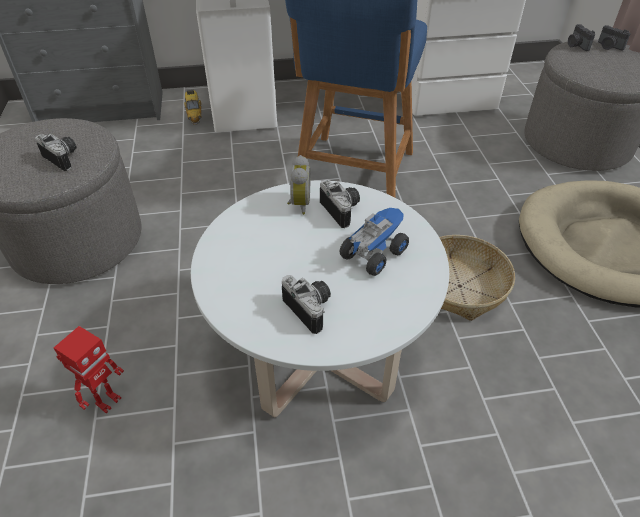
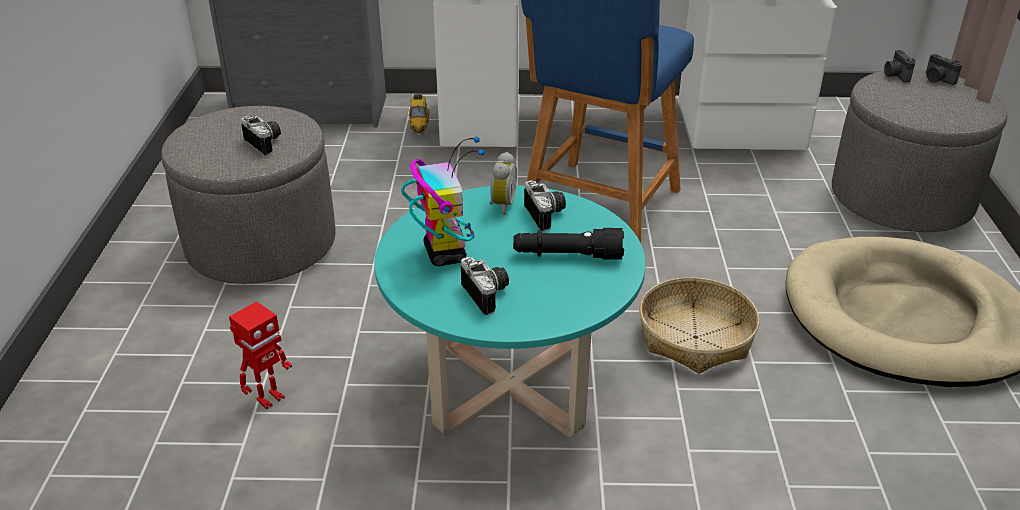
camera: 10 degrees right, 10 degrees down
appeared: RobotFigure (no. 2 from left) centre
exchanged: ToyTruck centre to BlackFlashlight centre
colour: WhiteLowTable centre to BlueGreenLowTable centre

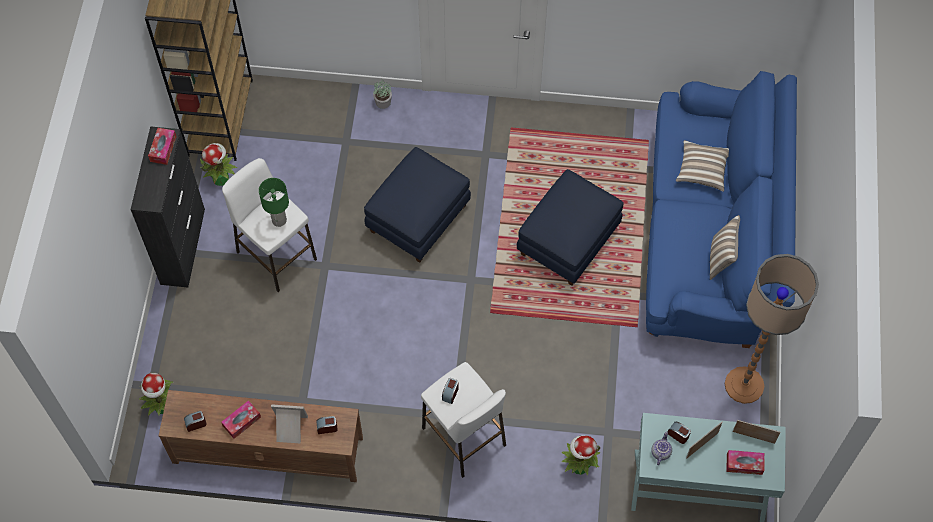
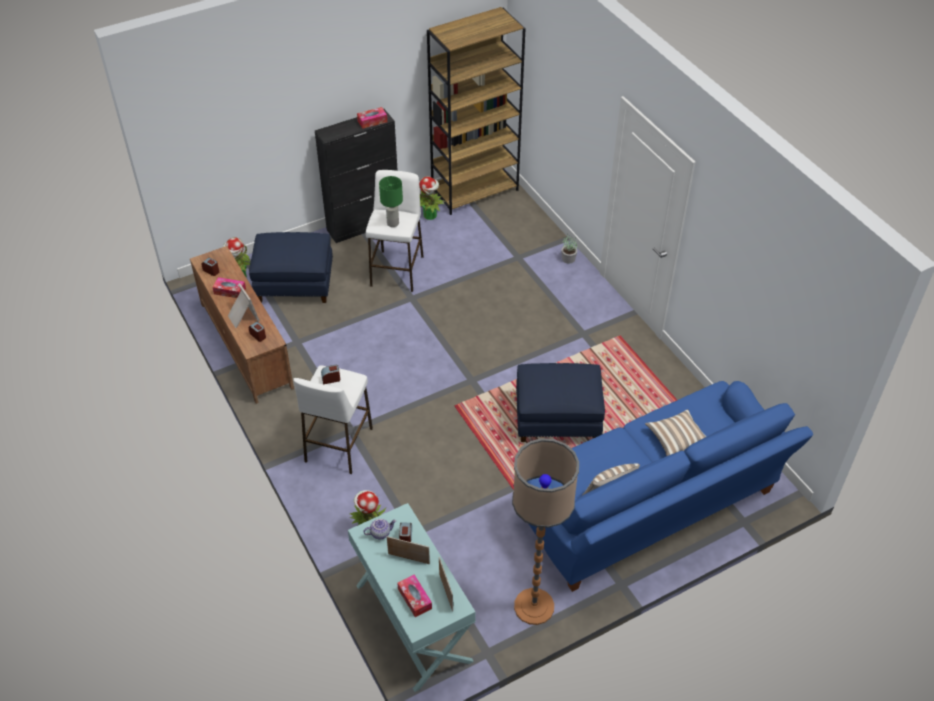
camera: 55 degrees right, 15 degrees down
relocated: BlueOttoman (no. 1 from left) centre to middle left

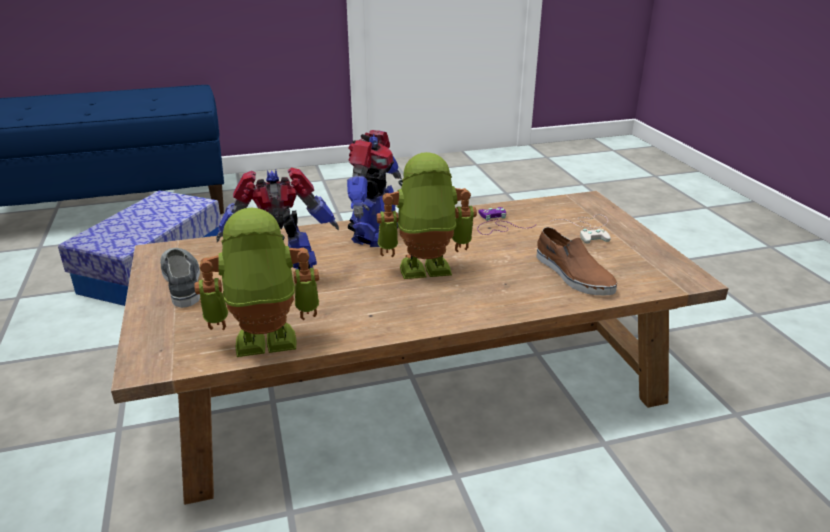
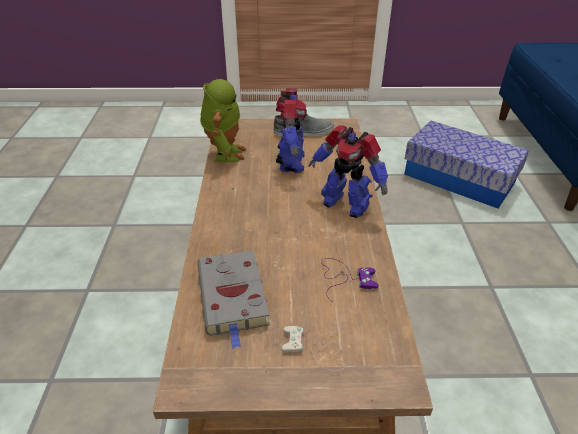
camera: 105 degrees right, 10 degrees up
missing: RobotFigure (no. 4 from left) centre
exchanged: BrownLowShoe middle right to GrayVolume bottom centre

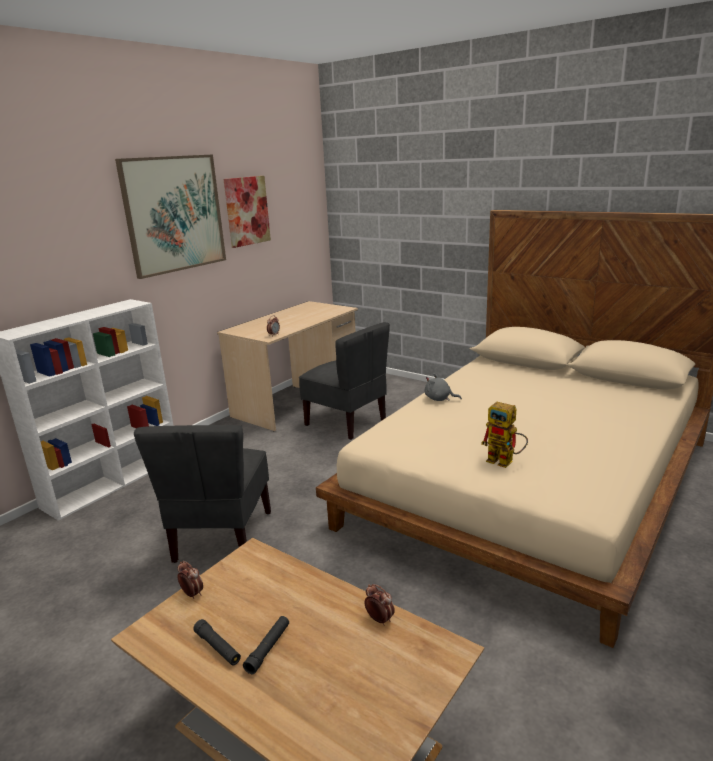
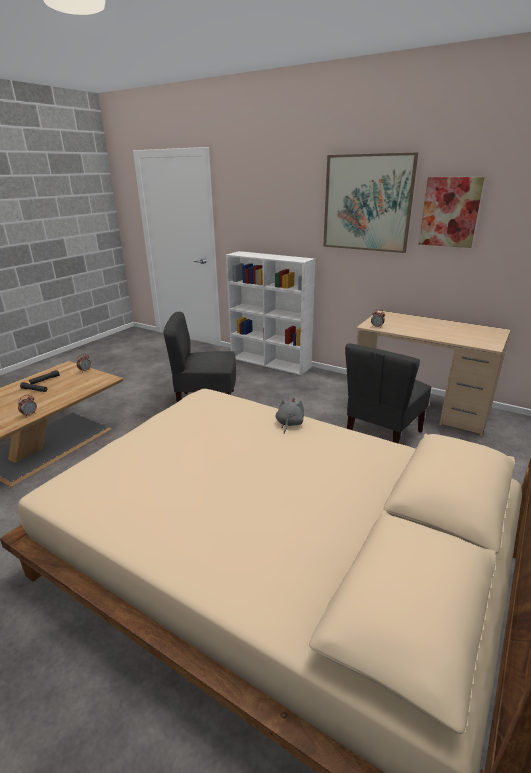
camera: 85 degrees right, 5 degrees up
missing: RobotFigure middle right

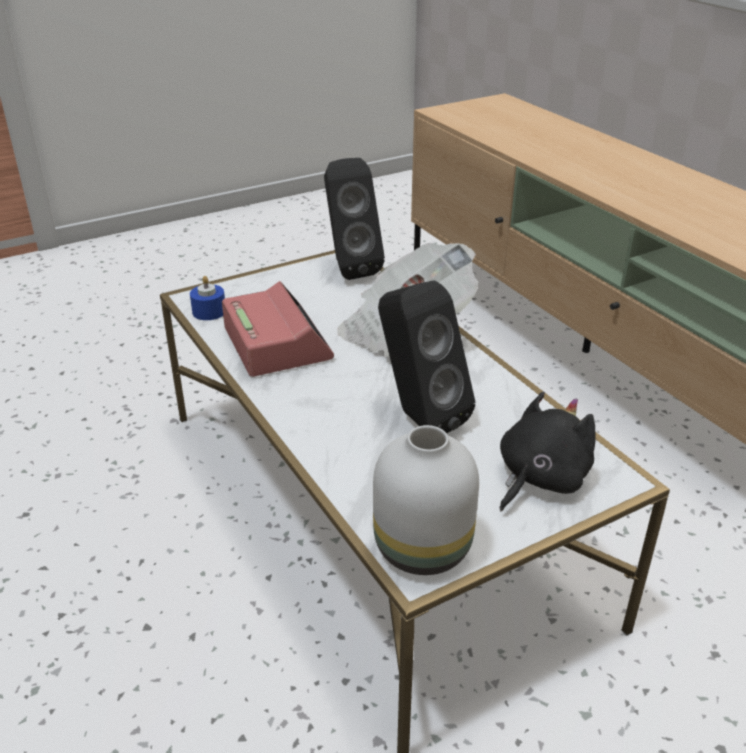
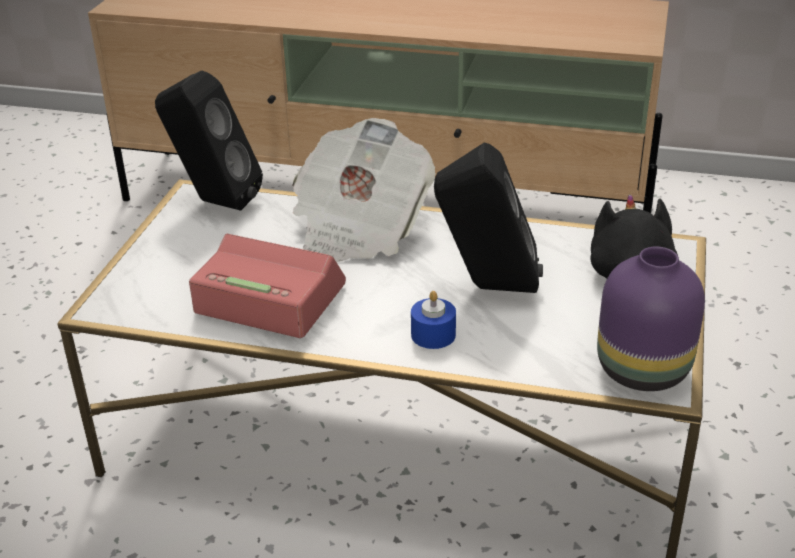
camera: 45 degrees left, 0 degrees up
relocated: BlueCandle middle left to centre
colour: WhiteVase centre to PurplishVase middle right

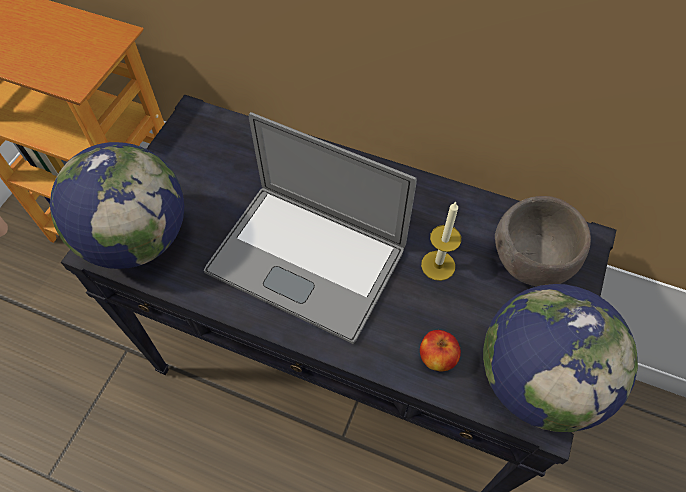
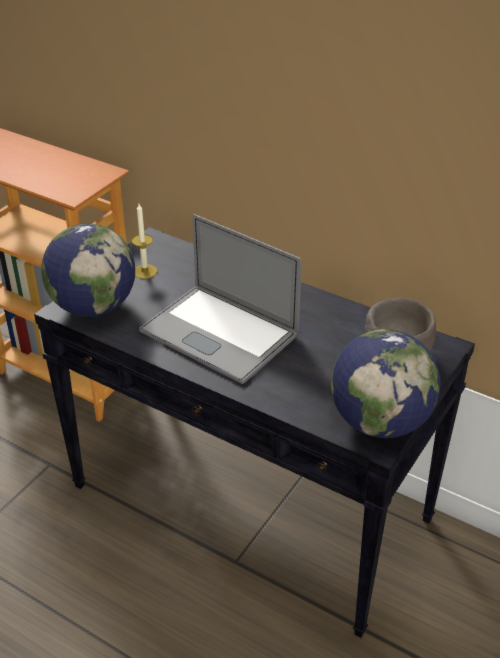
camera: 10 degrees right, 20 degrees down
missing: Apple bottom centre
relocated: Candle centre to middle left

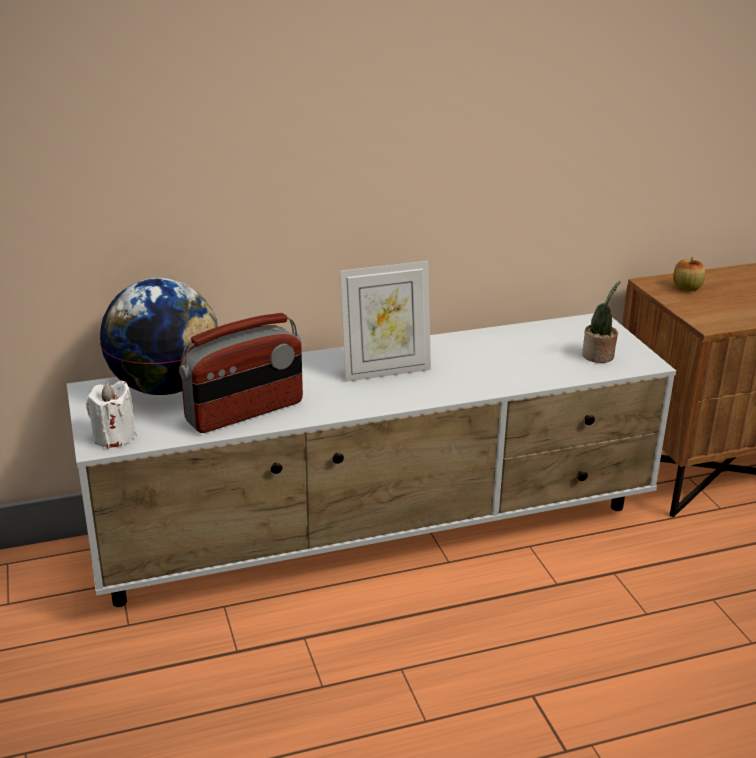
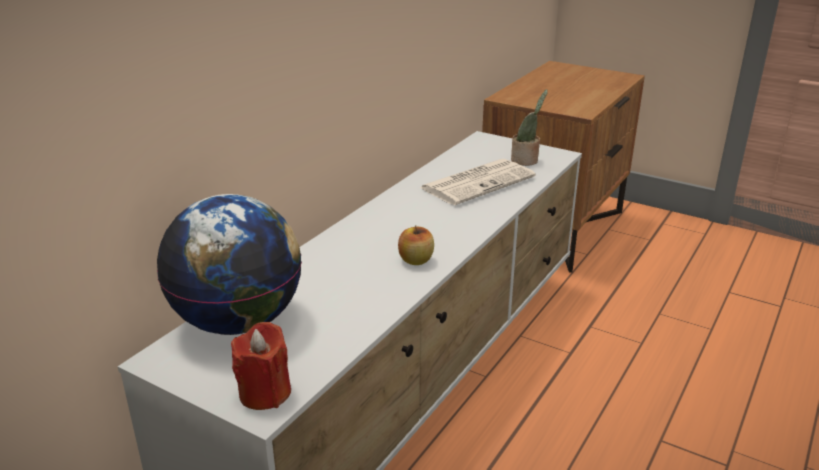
camera: 40 degrees left, 0 degrees up
missing: RadioReceiver middle left; PictureFrame centre
appeared: DailyPaper centre
relocated: Apple middle right to centre
colour: WhiteCandle middle left to RedColouredCandle bottom left

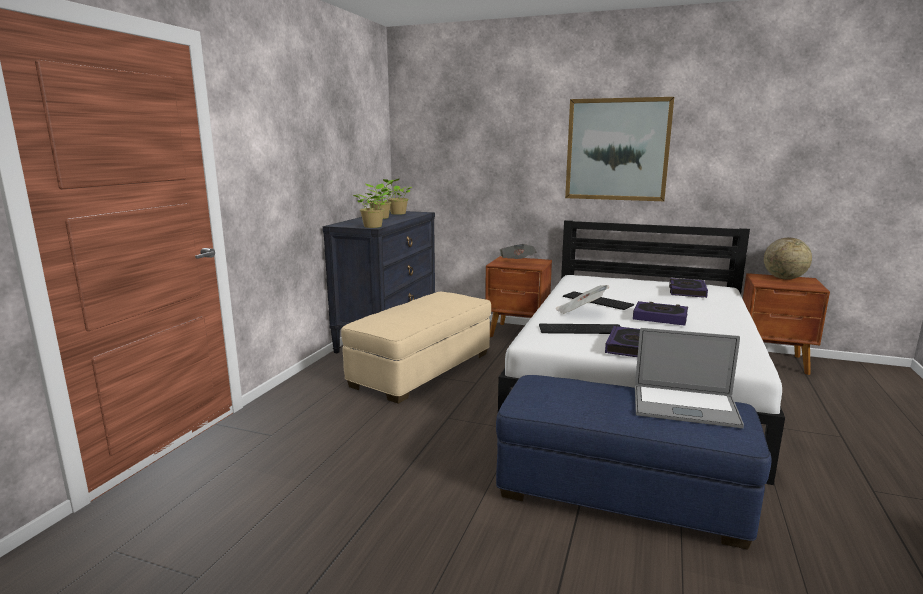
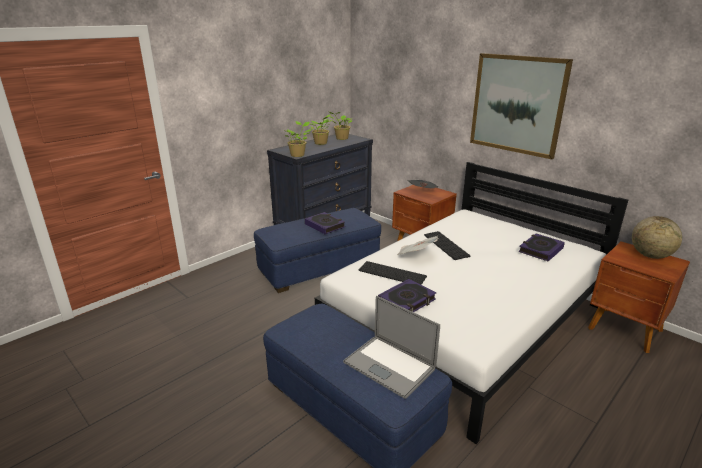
camera: 25 degrees right, 10 degrees up
relocated: Volume (no. 2 from left in the first image) middle right to Volume (no. 1 from left) centre
colour: BeigeOttoman centre to BlueOttoman (no. 1 from left) centre

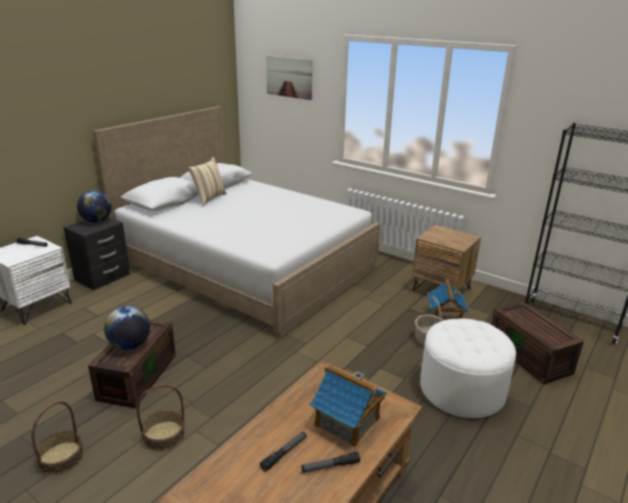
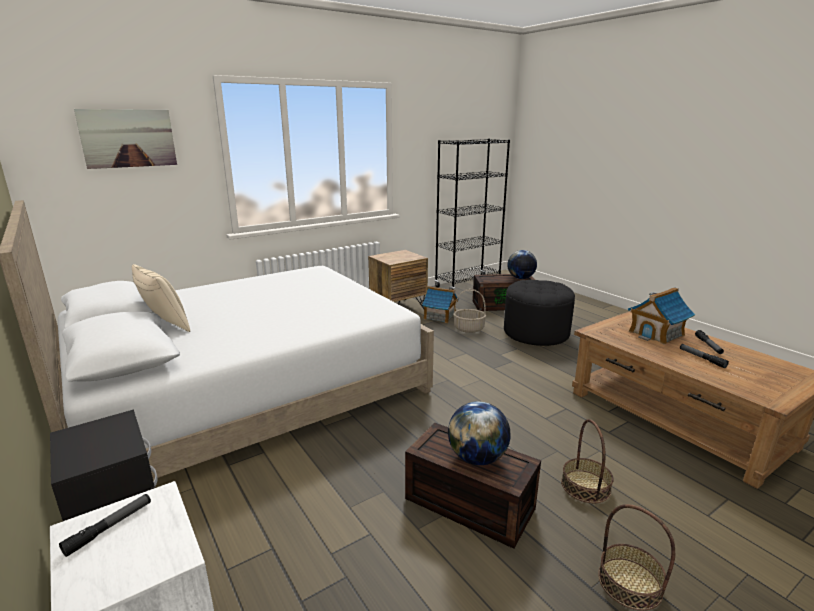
camera: 70 degrees left, 5 degrees down
relocated: WorldGlobe (no. 1 from left in the first image) middle left to WorldGlobe (no. 2 from left) centre
colour: WhiteOttoman bottom right to BlackOttoman centre

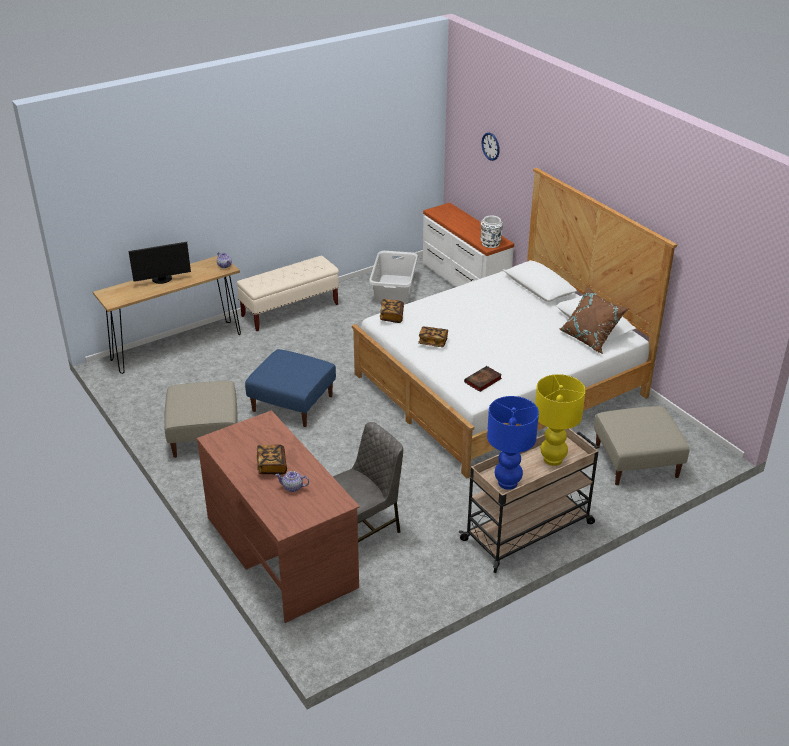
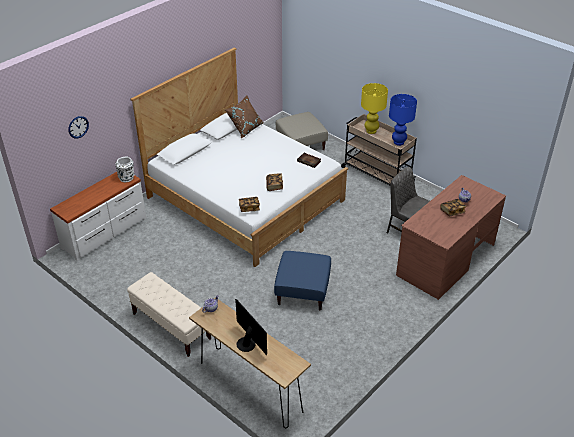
camera: 105 degrees left, 5 degrees up
missing: BeigeOttoman (no. 1 from left) middle left; GrayHamper centre

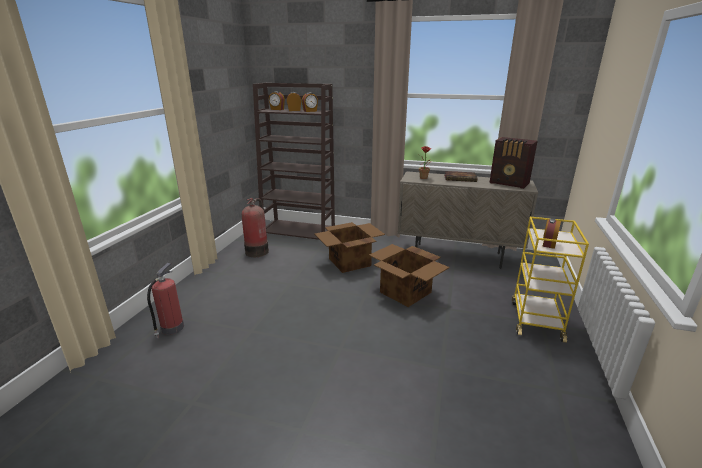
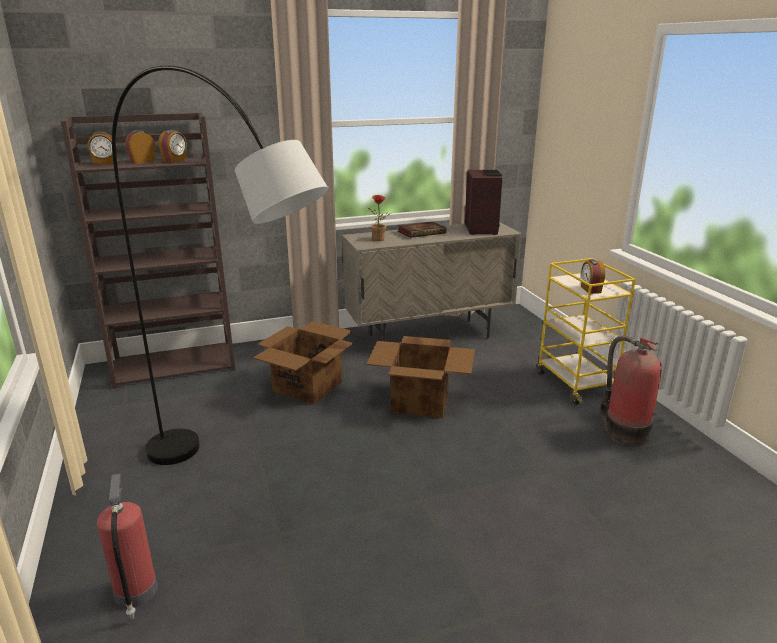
camera: 35 degrees left, 0 degrees up
appeared: GrayStandardLamp middle left
relocated: FireExtinguisher (no. 2 from left) centre to middle right
spun: RadioReceiver middle right = top centre 90 degrees counterclockwise

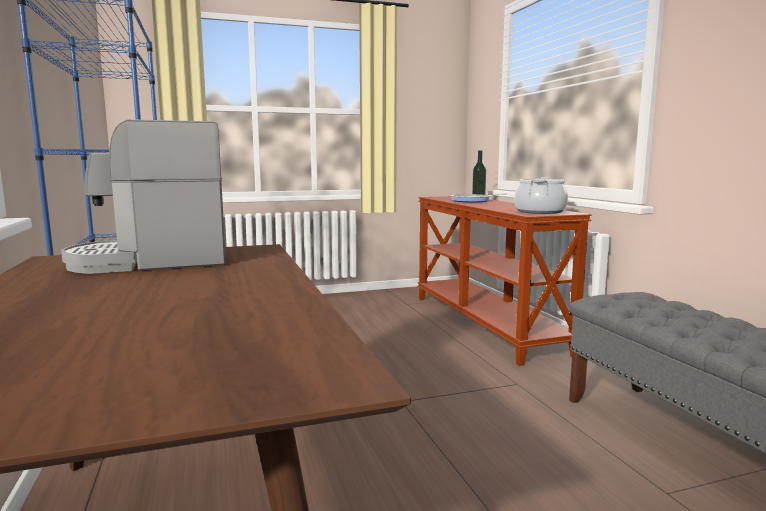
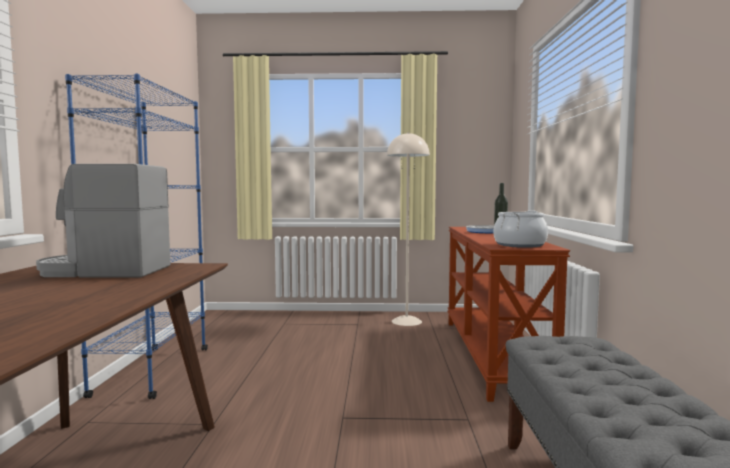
camera: 20 degrees right, 5 degrees down
appeared: BeigeStandardLamp centre

